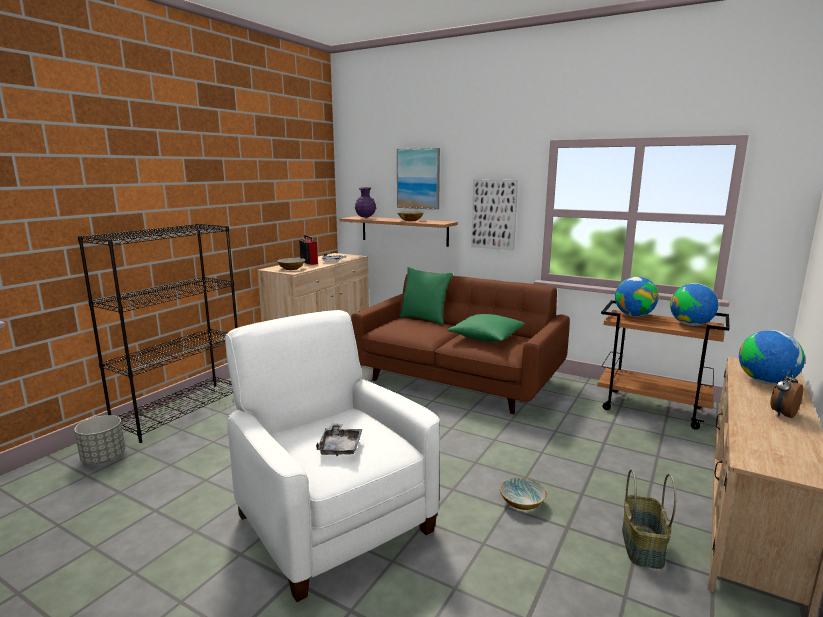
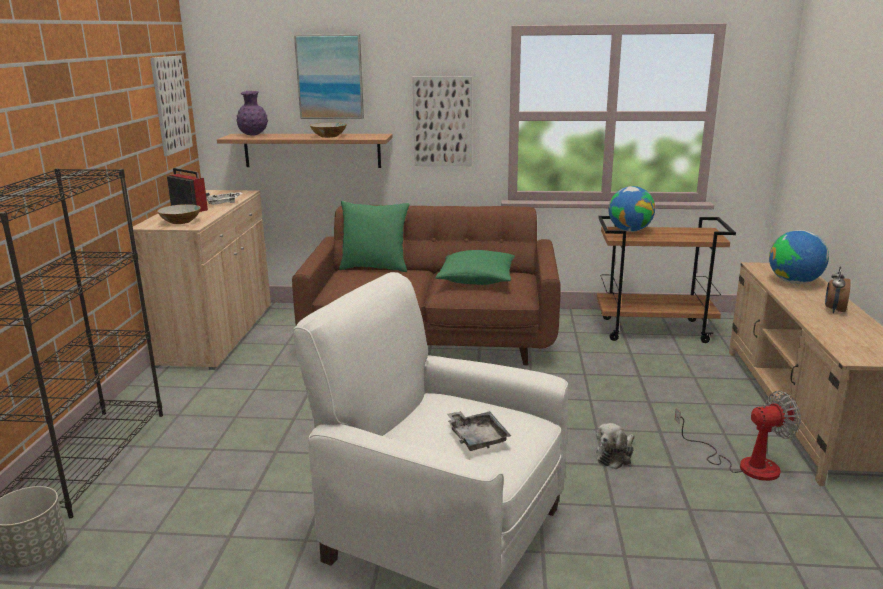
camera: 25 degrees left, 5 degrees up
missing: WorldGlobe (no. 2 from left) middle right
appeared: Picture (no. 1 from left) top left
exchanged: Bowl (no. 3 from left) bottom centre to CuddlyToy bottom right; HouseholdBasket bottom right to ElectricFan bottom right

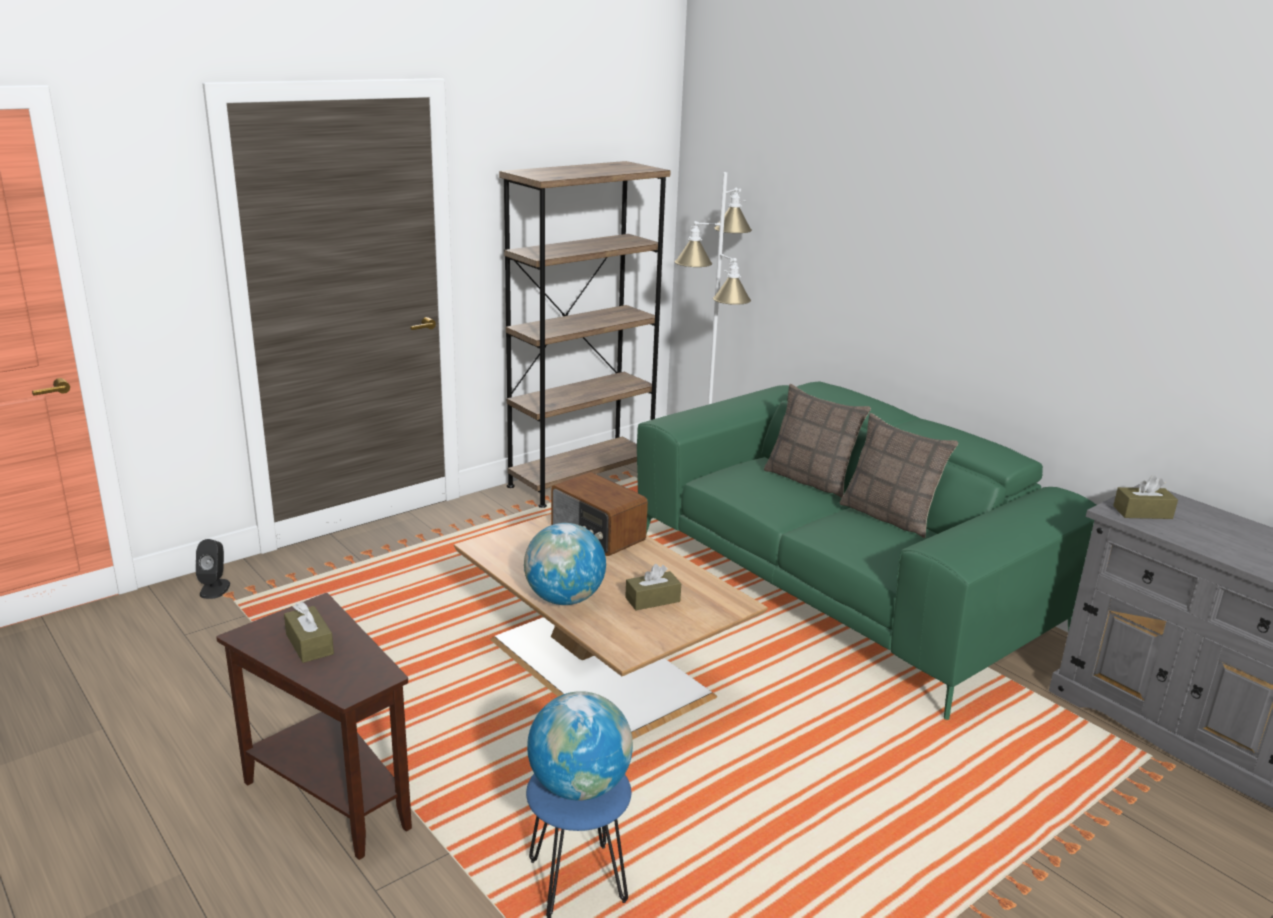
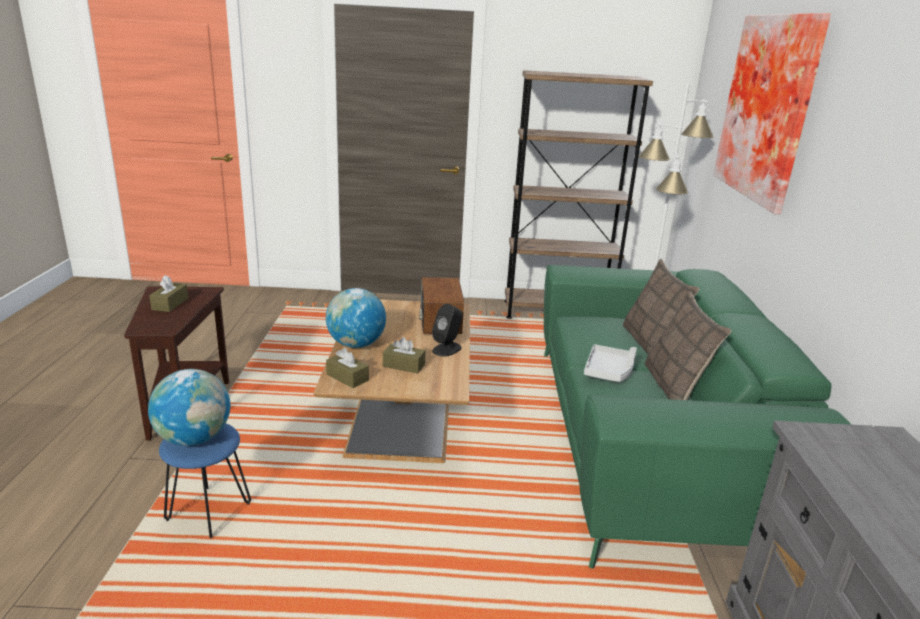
camera: 40 degrees right, 0 degrees up
appeared: GrayServingTray centre; Picture top right
relocated: BrownBoxOfTissues (no. 3 from left in the first image) middle right to BrownBoxOfTissues (no. 2 from left) centre; BlackSpeaker middle left to centre

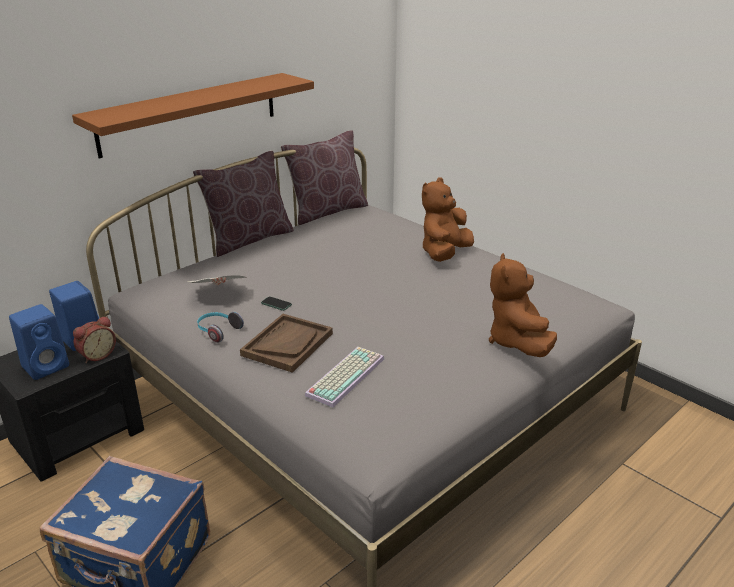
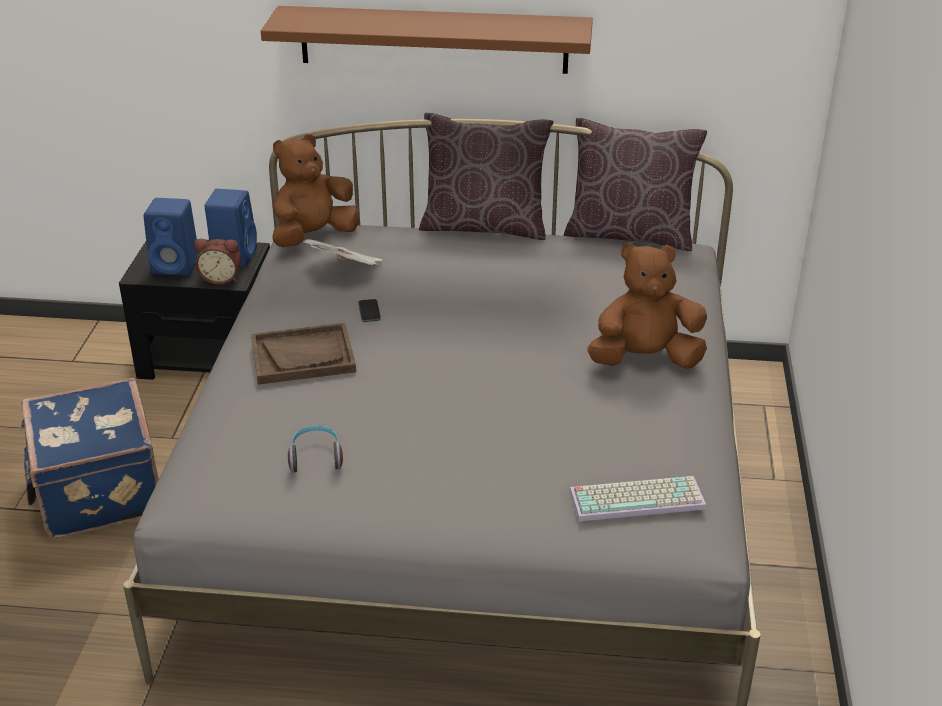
camera: 50 degrees right, 5 degrees up
relocated: BrownCuddlyToy (no. 2 from left in the first image) middle right to BrownCuddlyToy (no. 1 from left) top centre; Headphones middle left to centre; ComputerKeyboard centre to bottom right

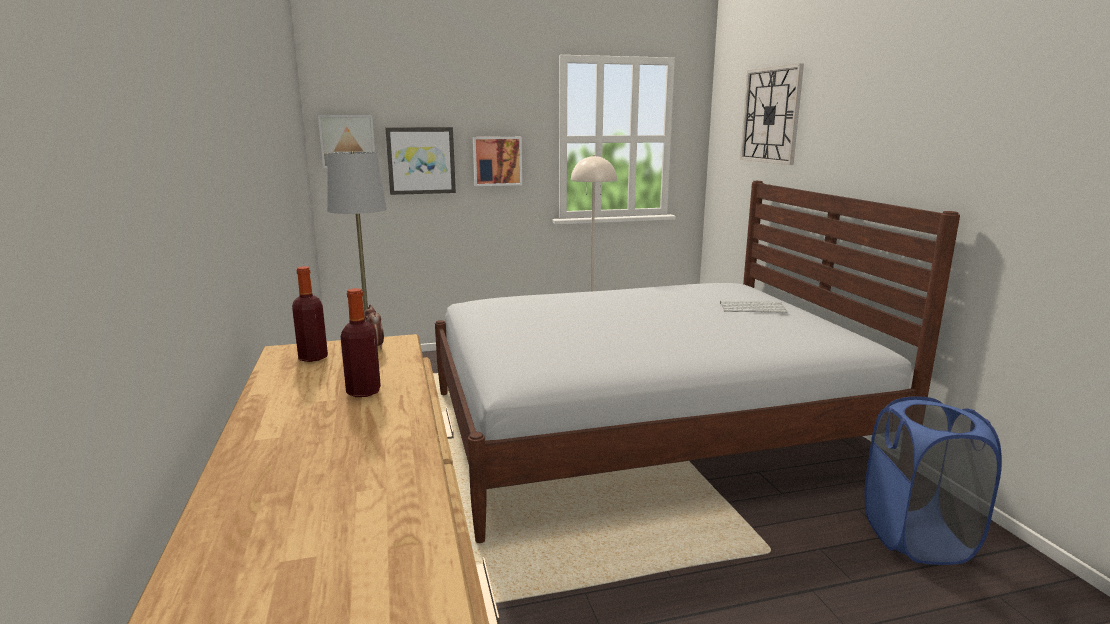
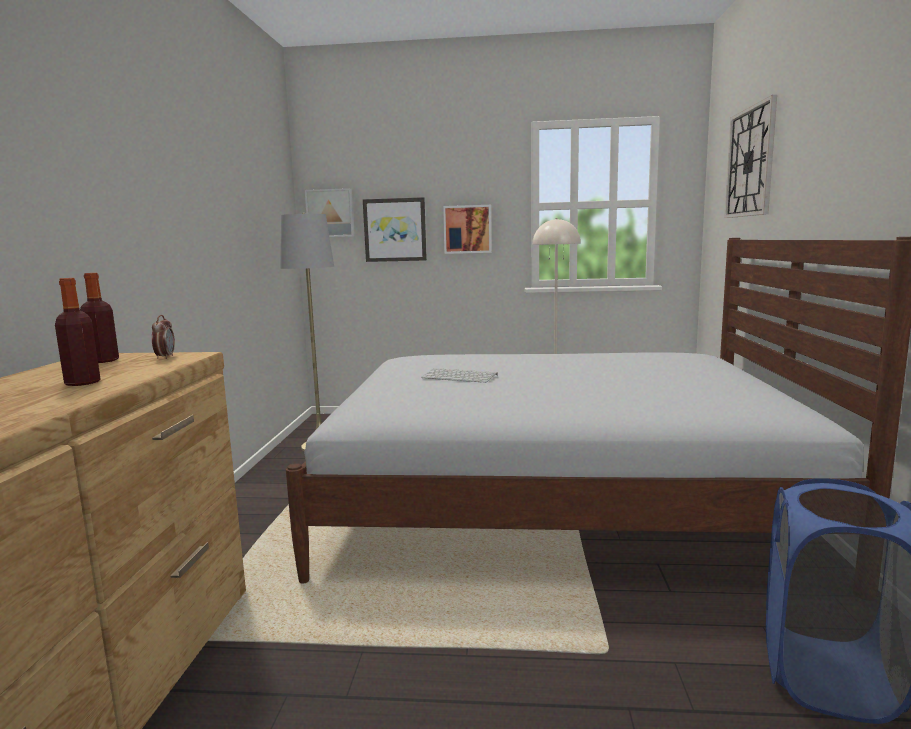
camera: 20 degrees right, 5 degrees down
relocated: ComputerKeyboard middle right to centre

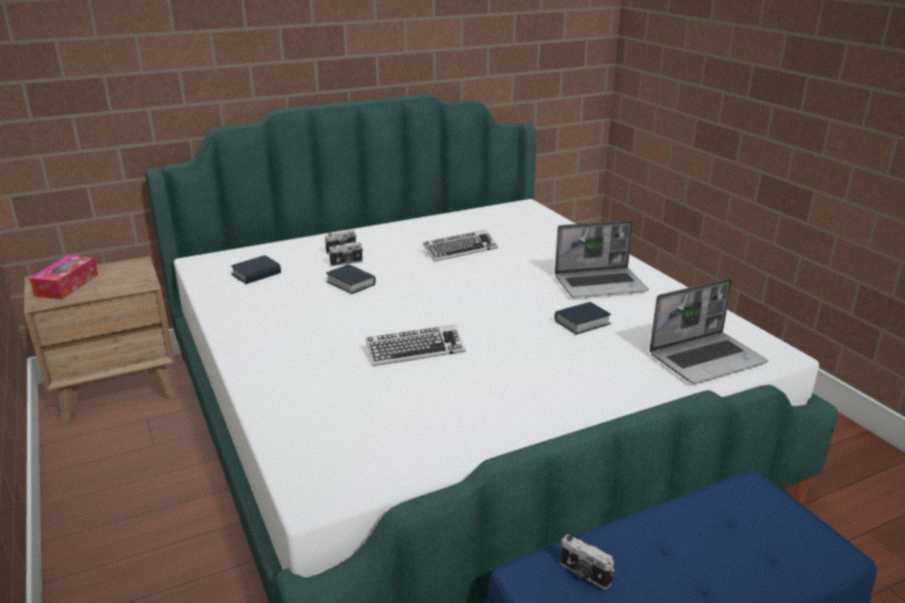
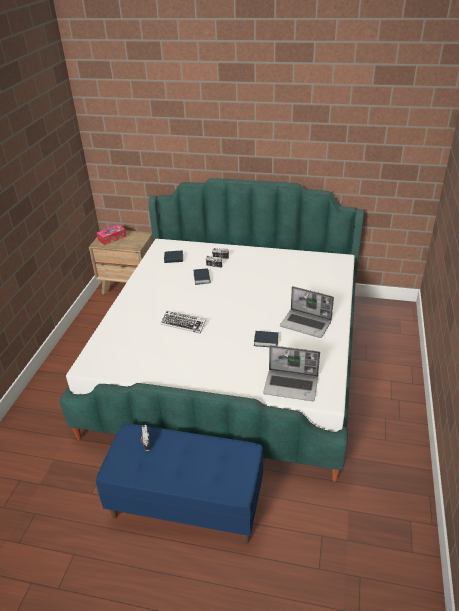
camera: 40 degrees right, 10 degrees up
missing: ComputerKeyboard (no. 2 from left) centre

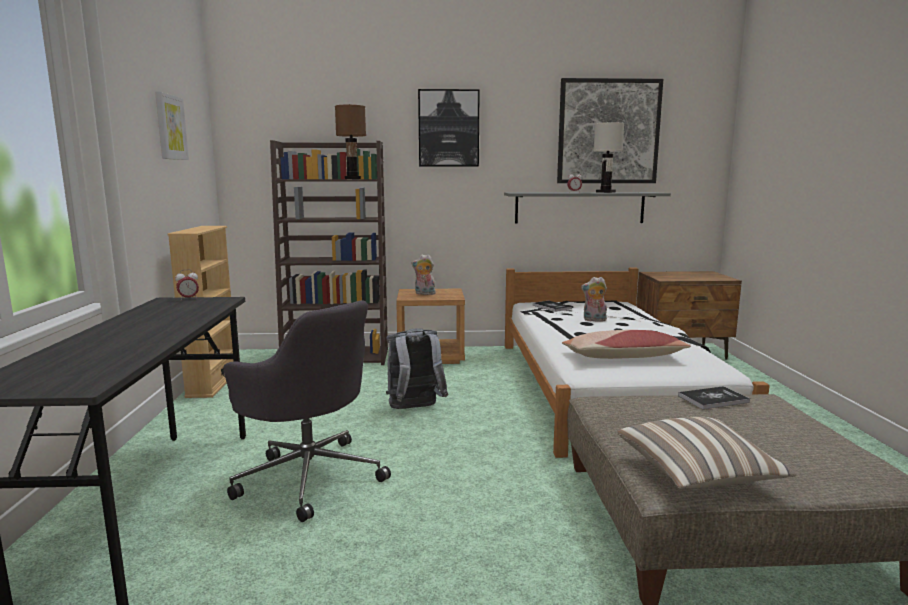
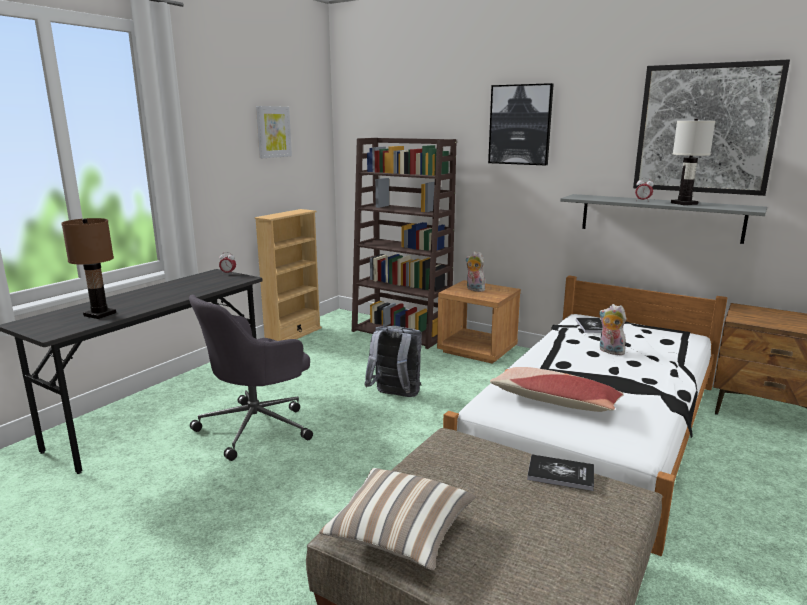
camera: 35 degrees right, 5 degrees up
relocated: BrownTableLamp top centre to middle left
spun: GrayComputerChair bottom centre = middle left 60 degrees clockwise

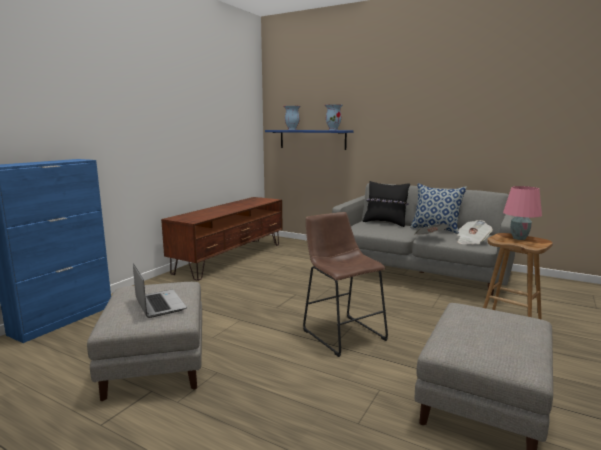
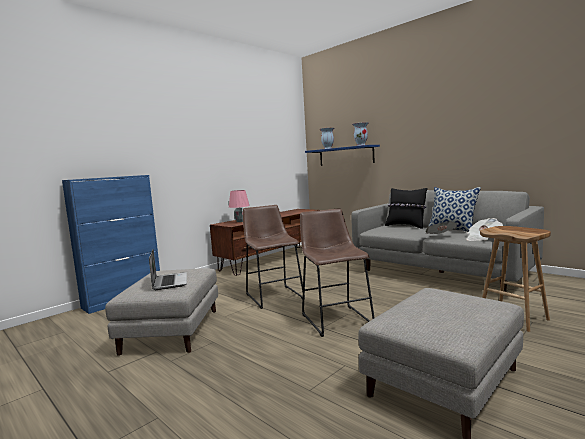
camera: 15 degrees right, 5 degrees down
appeared: BrownStool (no. 1 from left) centre
relocated: PinkishTableLamp middle right to centre

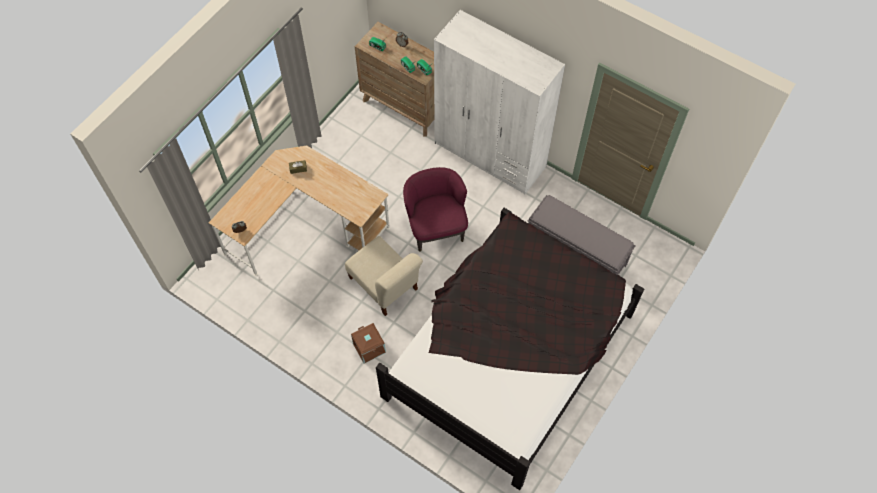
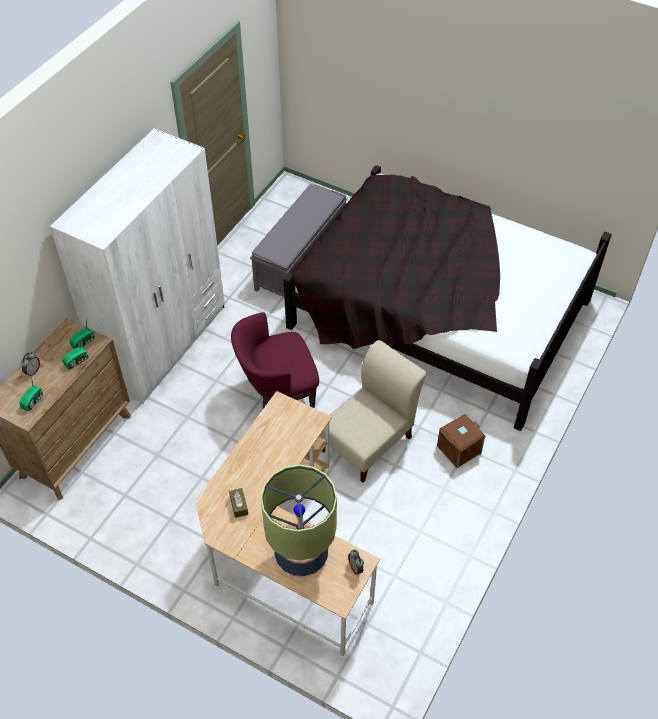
camera: 95 degrees left, 10 degrees down
appeared: TableLamp bottom centre

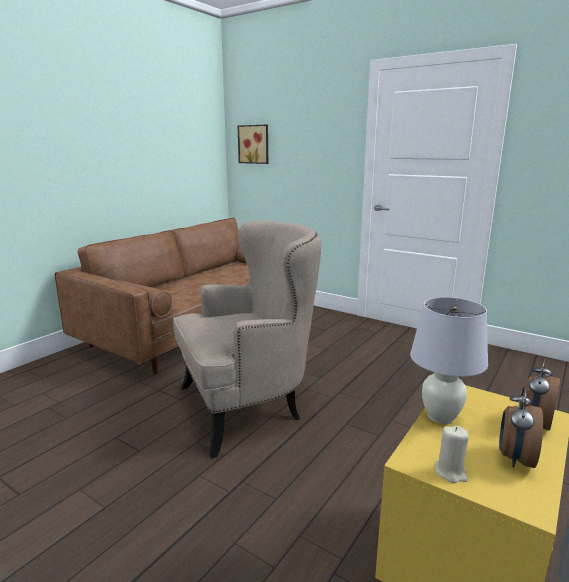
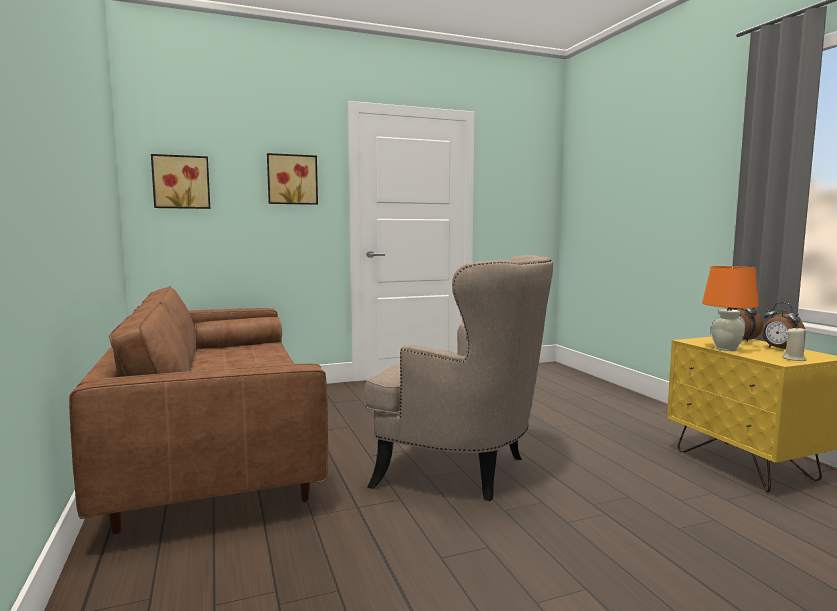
camera: 55 degrees left, 10 degrees down
appeared: Picture (no. 2 from left) top centre
colour: WhiteTableLamp middle right to OrangeTableLamp middle right
spun: BeigeLoungeChair centre = centre 105 degrees clockwise

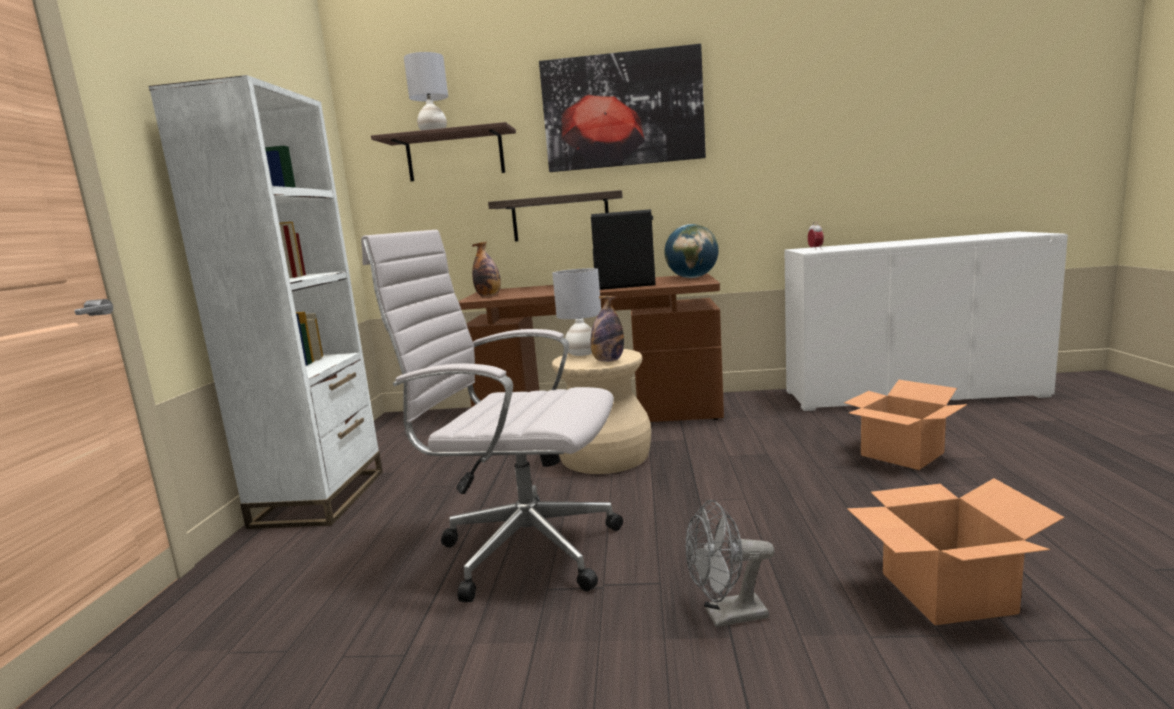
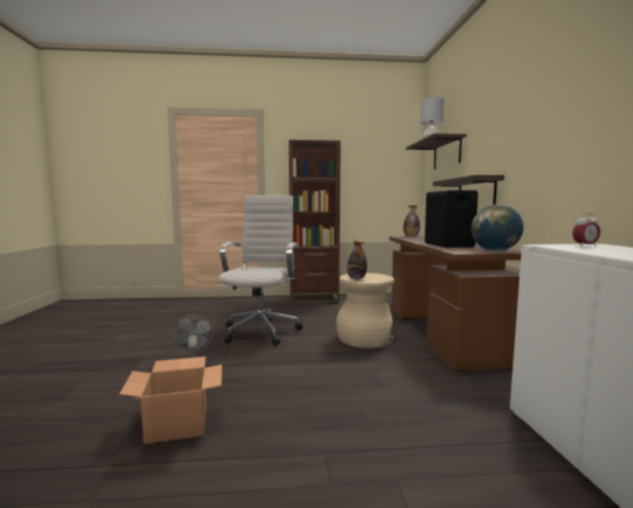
camera: 80 degrees right, 5 degrees down
missing: Picture top centre; GrayTableLamp (no. 2 from left) centre; PackingBox (no. 1 from left) middle right
colour: WhiteShelvingUnit middle left to BrownShelvingUnit centre

